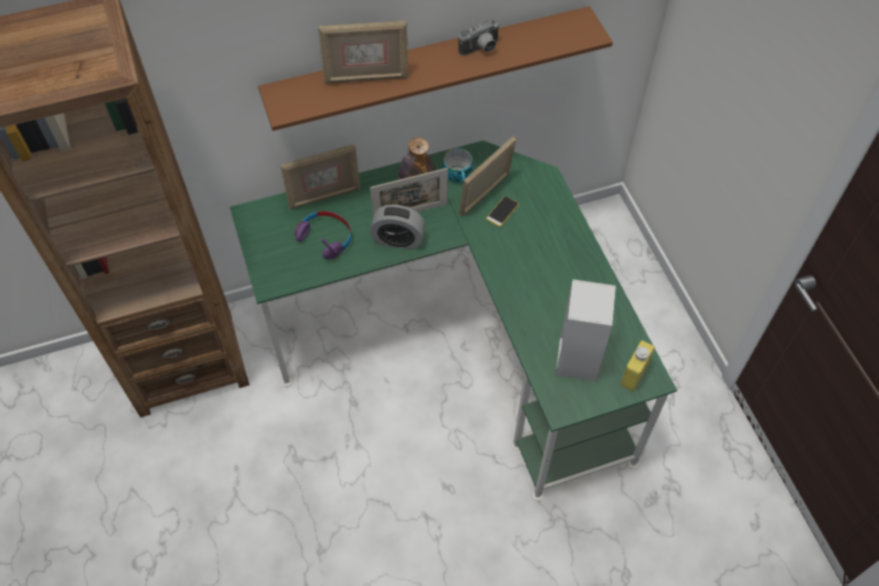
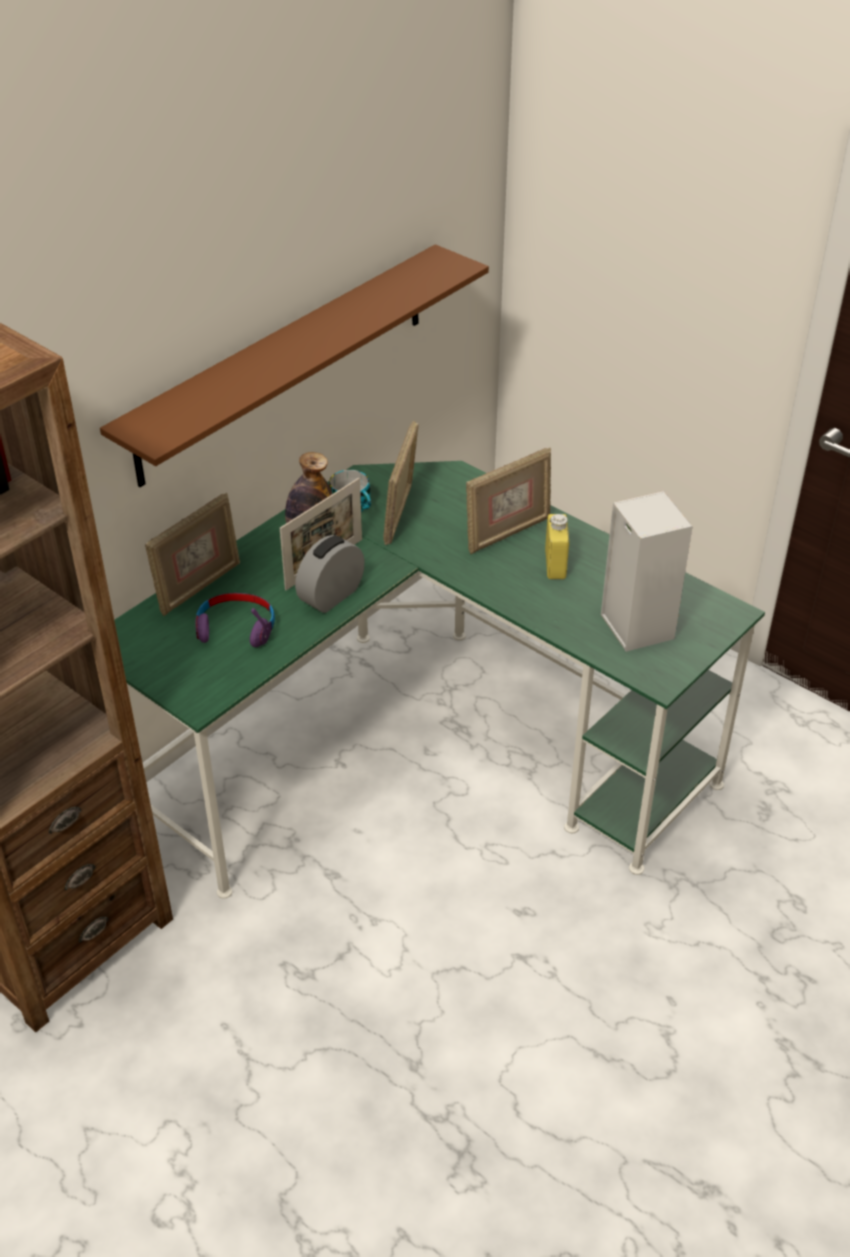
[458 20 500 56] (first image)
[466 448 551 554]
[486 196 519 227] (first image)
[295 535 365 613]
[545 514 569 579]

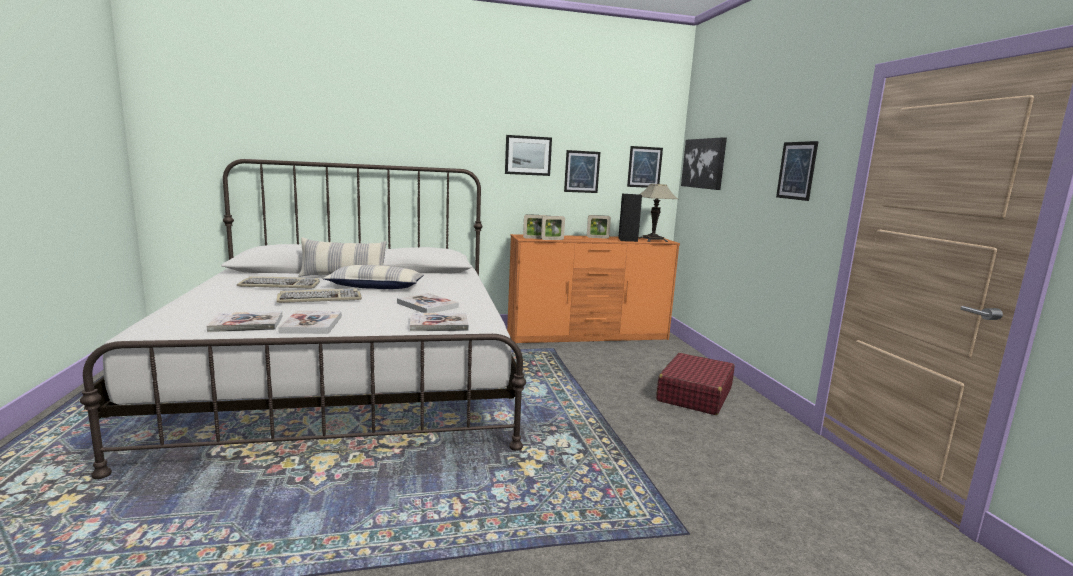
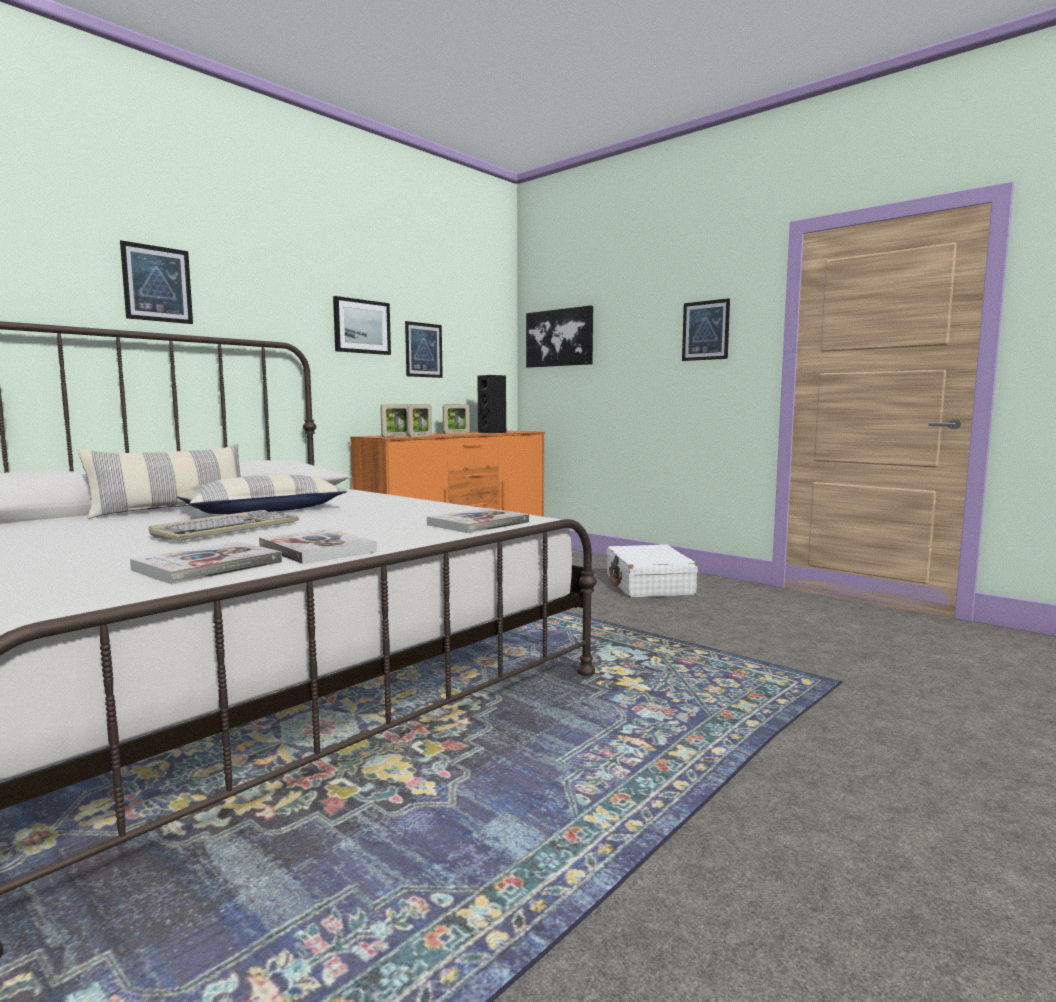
[120 240 193 324]
[638 184 678 242] (first image)
[237 276 320 289] (first image)
[397 293 459 313] (first image)
[607 544 698 598]

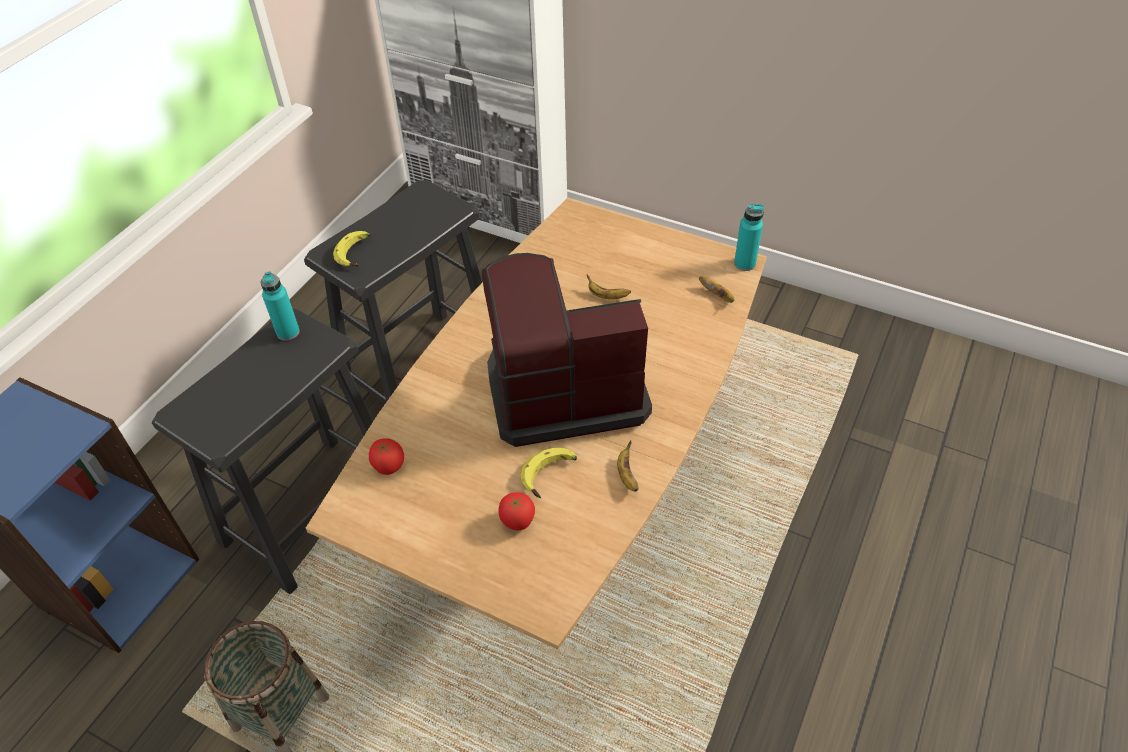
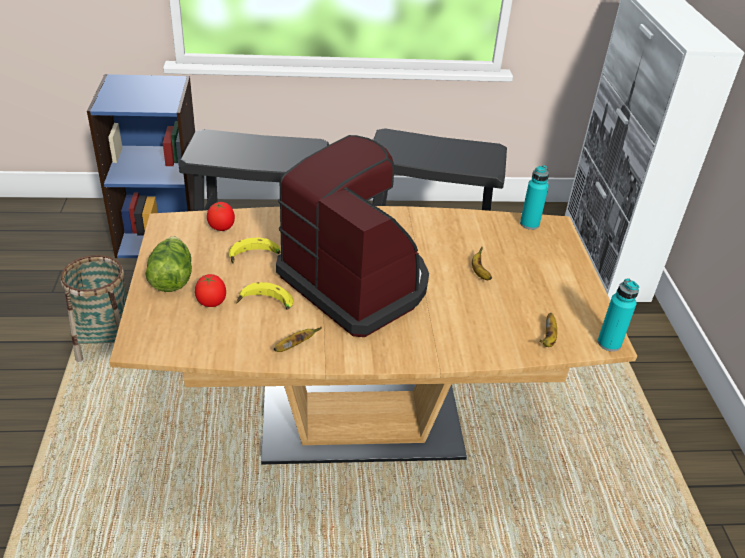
[228 237 280 264]
[520 165 549 230]
[145 236 192 292]

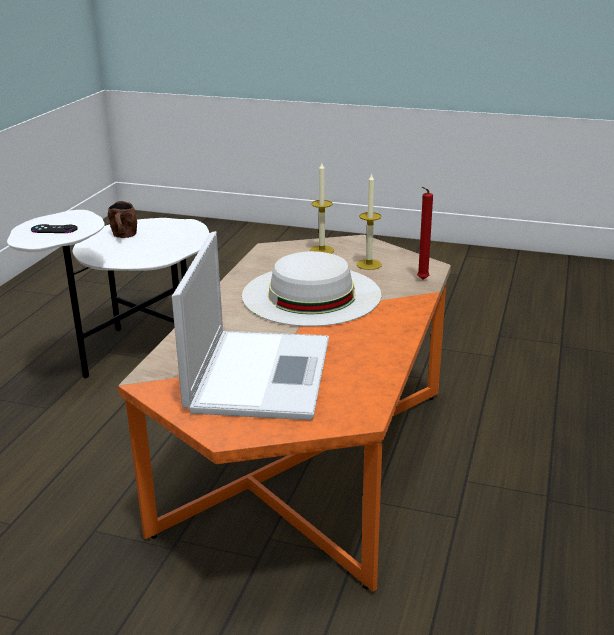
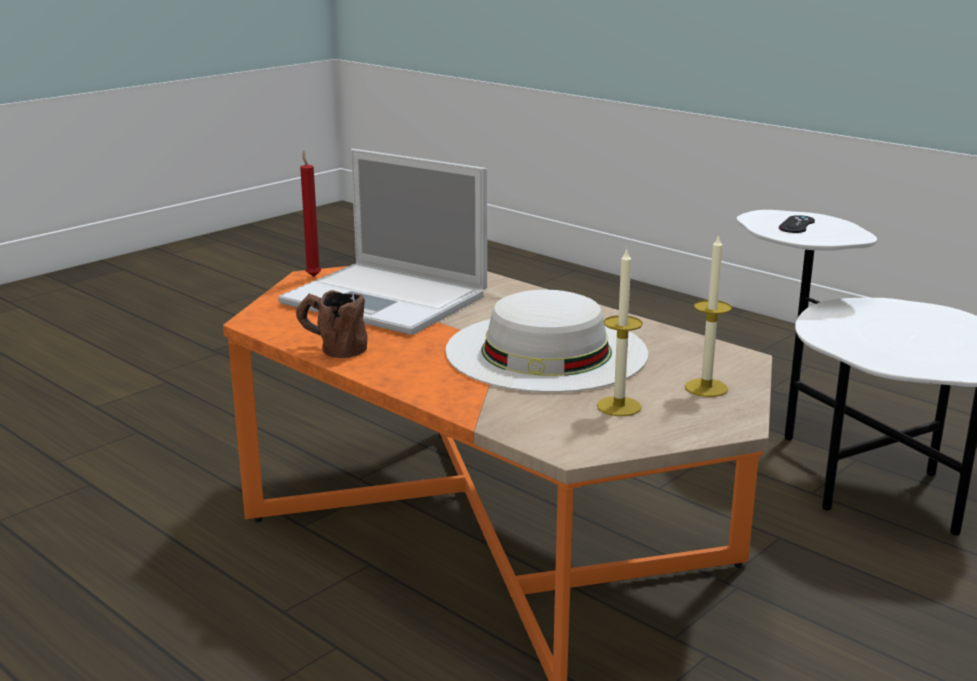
[300 151 321 277]
[296 290 368 358]

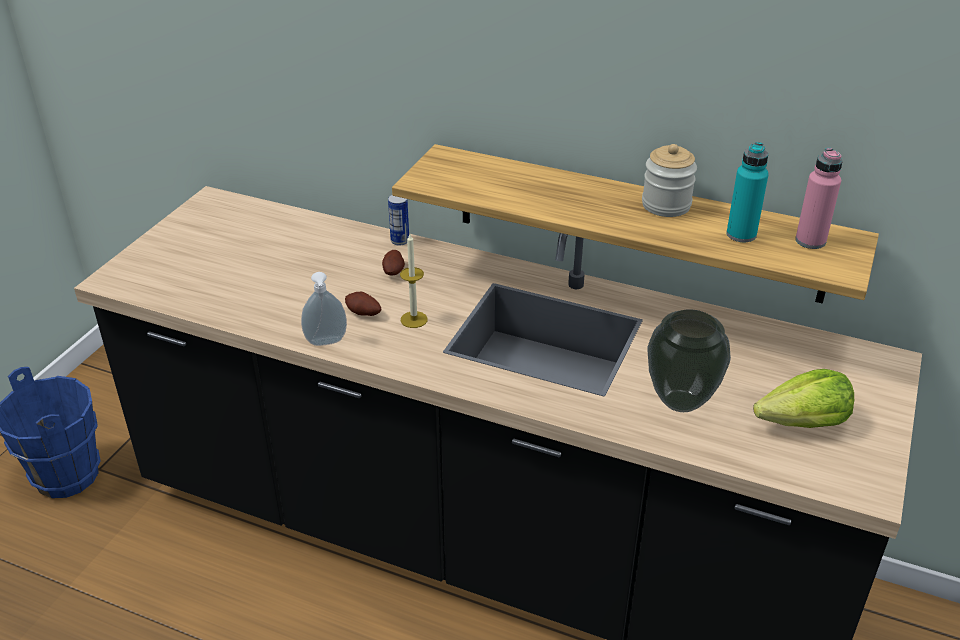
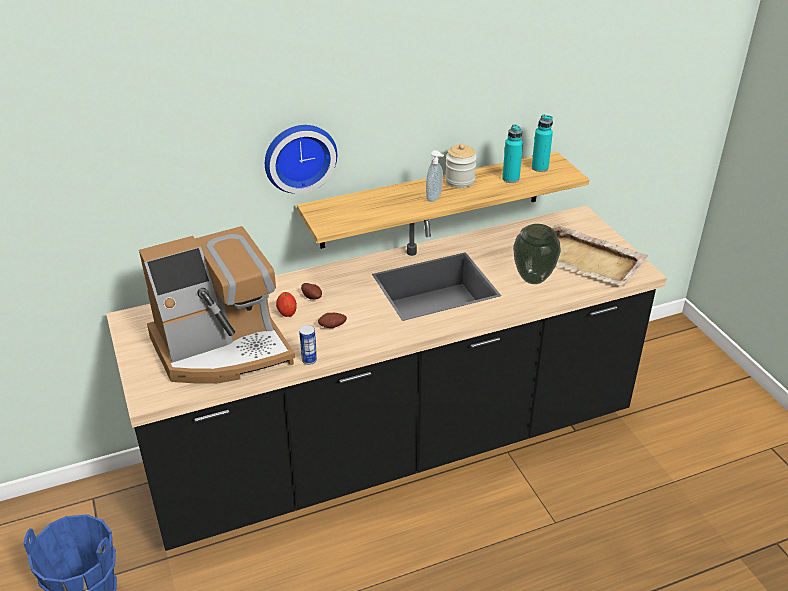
[532 114 553 172]
[299 325 317 365]
[400 234 428 328] (first image)
[426 150 444 202]
[552 225 648 286]
[265 125 337 194]
[139 226 295 384]
[276 292 297 317]

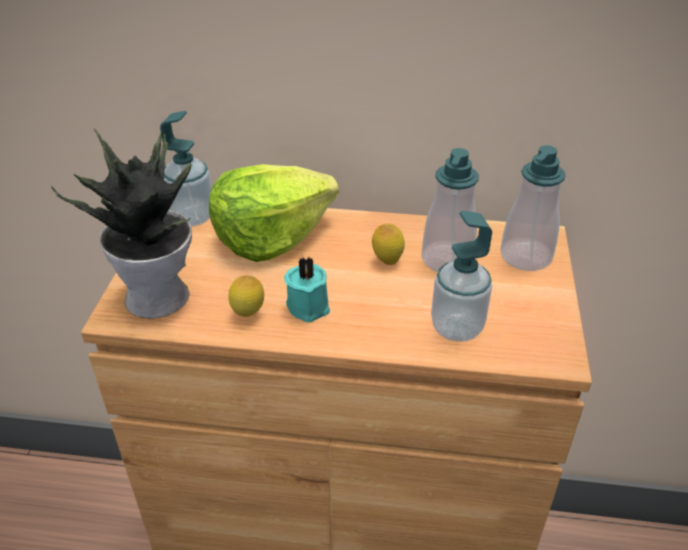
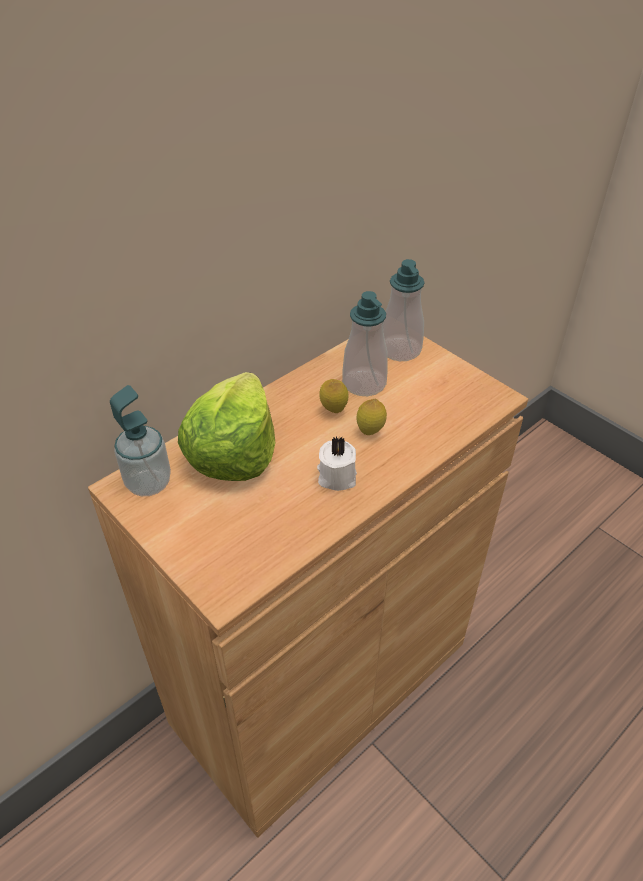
[51 128 192 319] (first image)
[431 211 492 342] (first image)
[317 437 357 491]
[356 399 387 435]

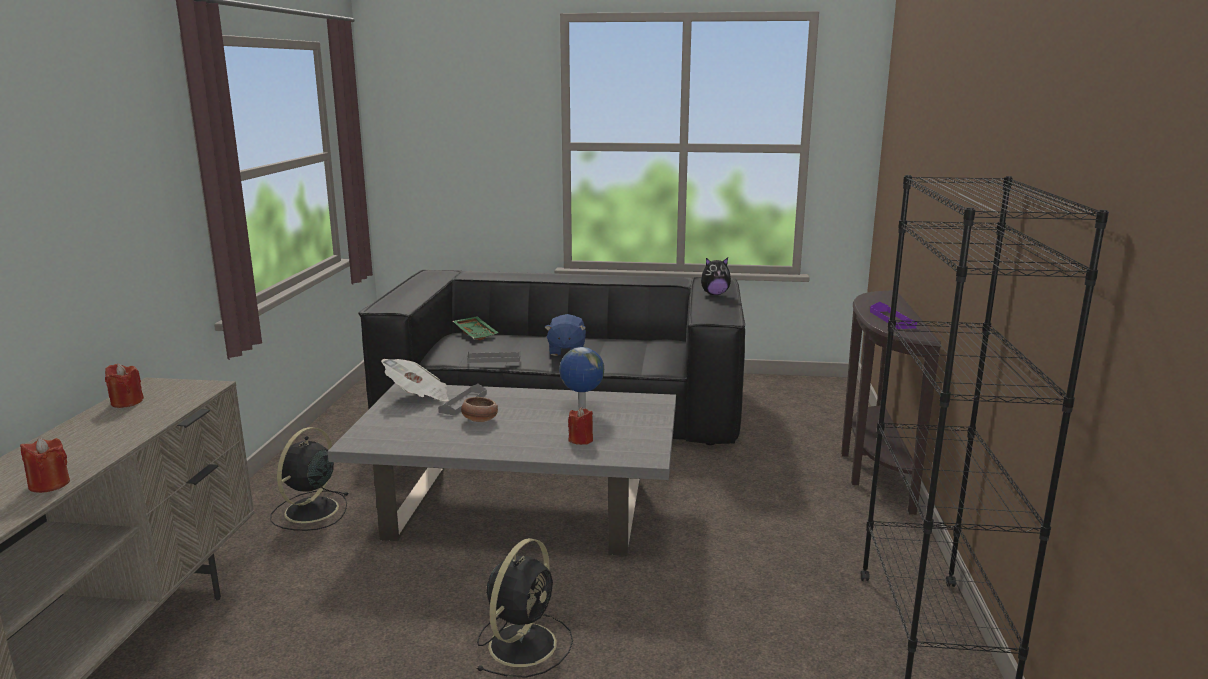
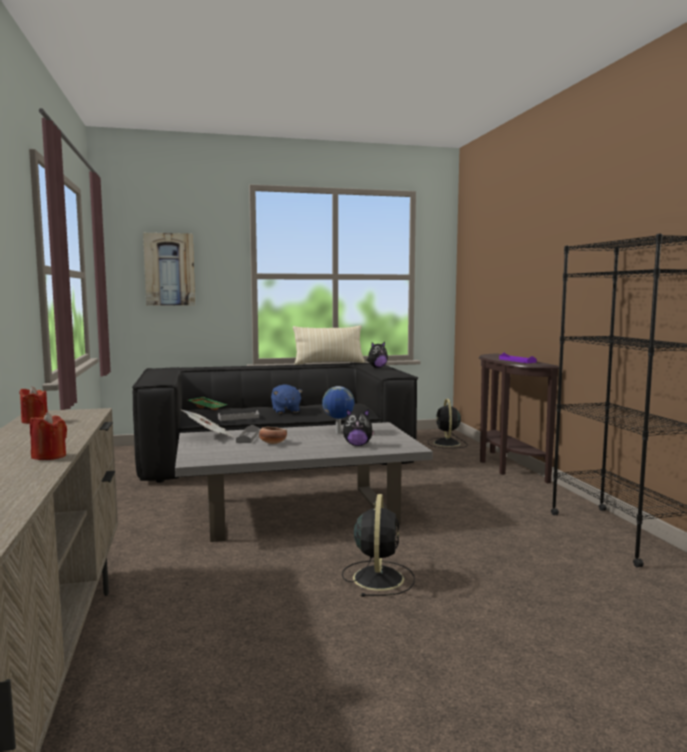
[343 409 375 446]
[428 399 468 448]
[143 233 195 306]
[293 325 365 365]

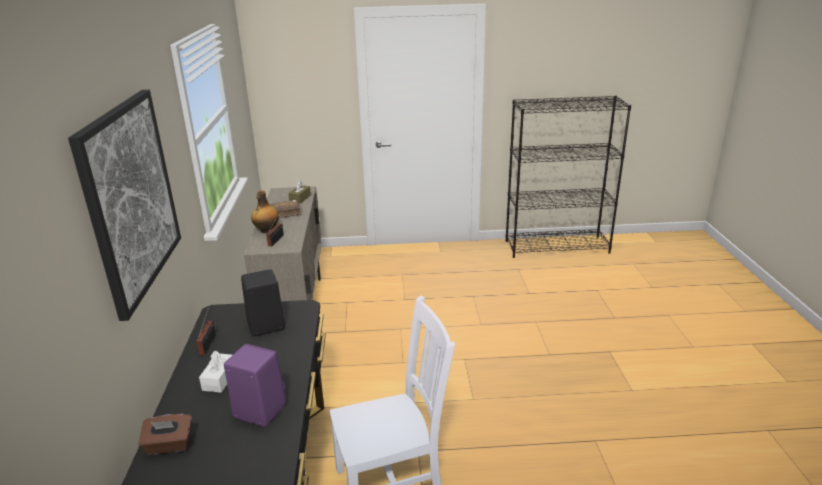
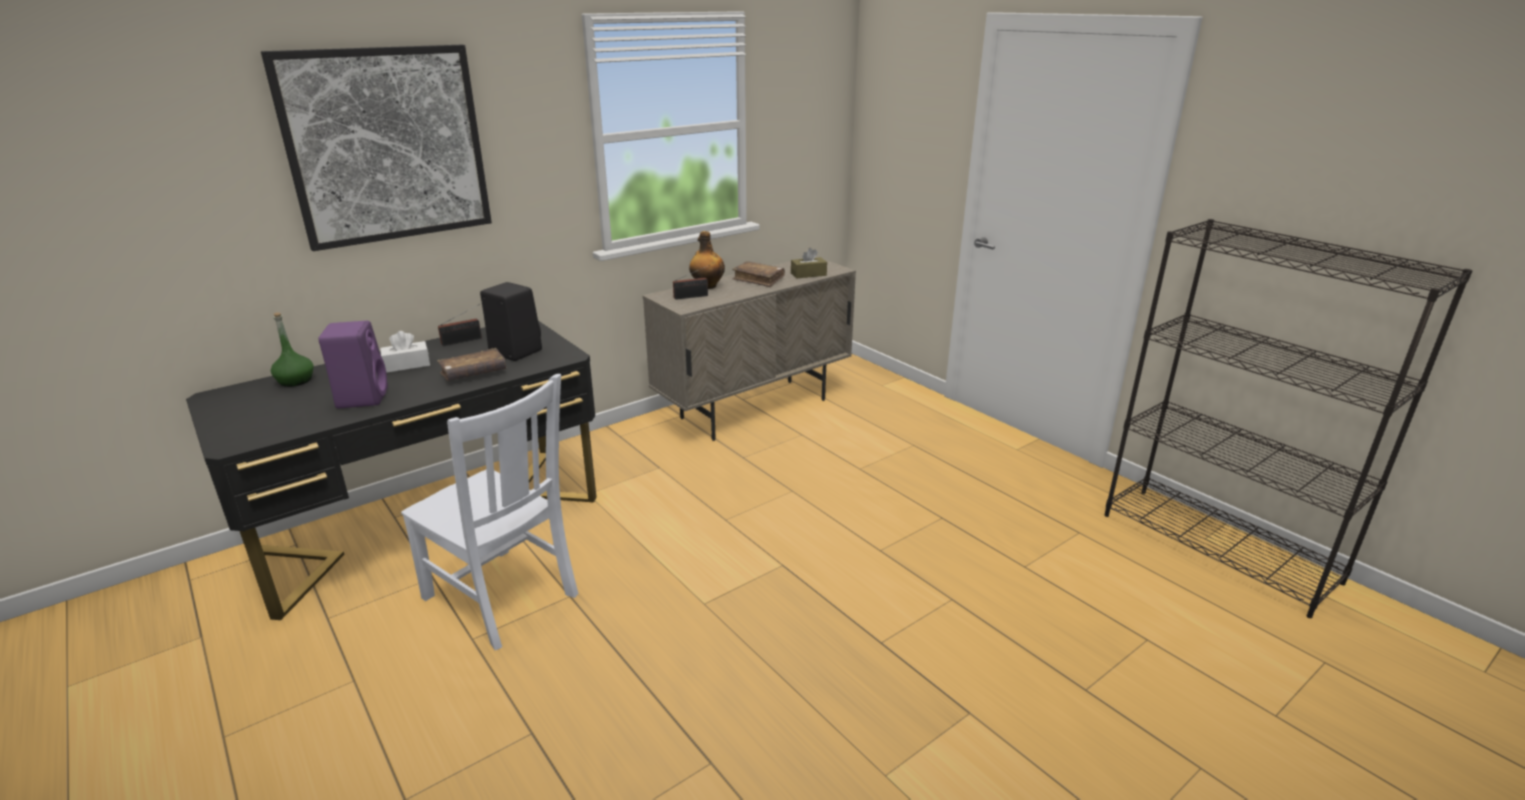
[271 312 314 387]
[438 348 506 381]

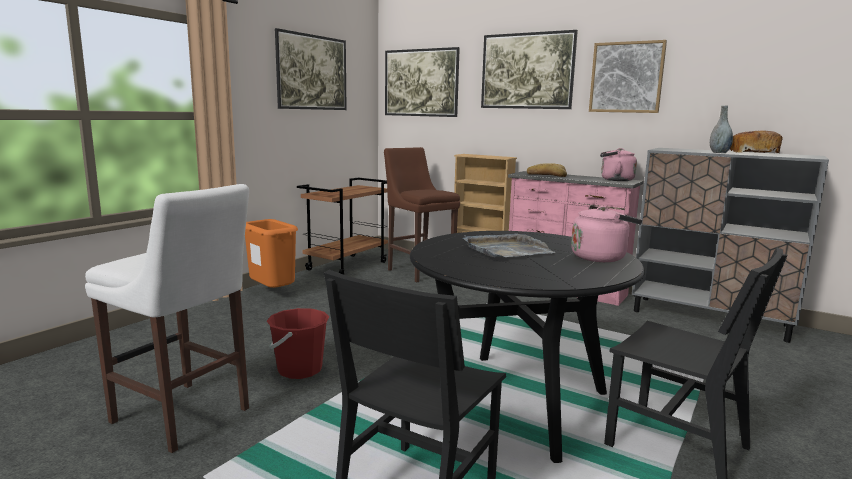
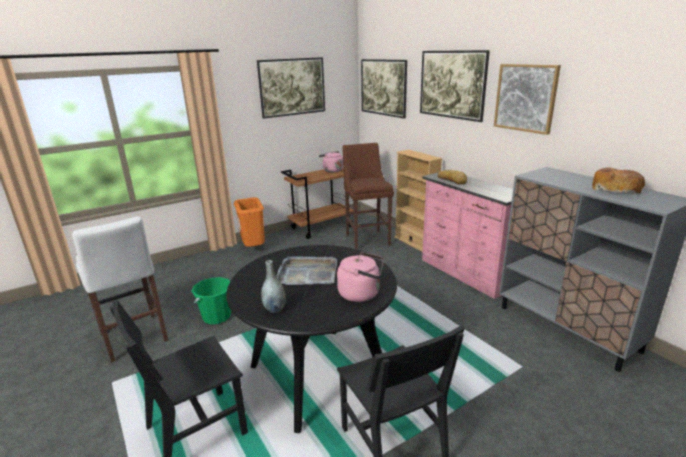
[261 260 286 313]
[319 151 343 173]
[191 277 231 324]

